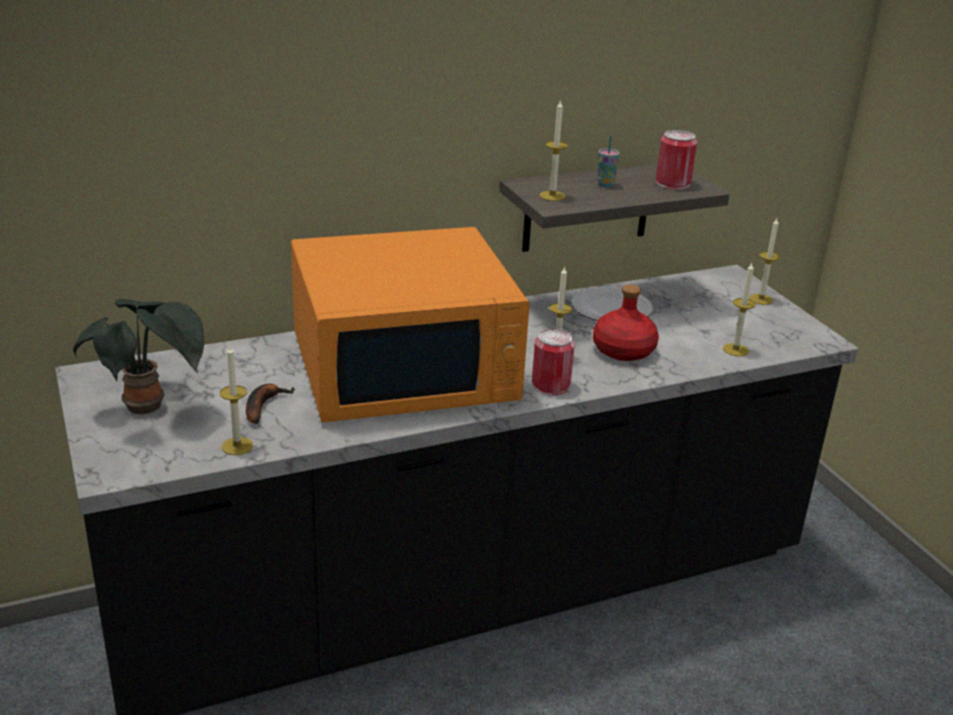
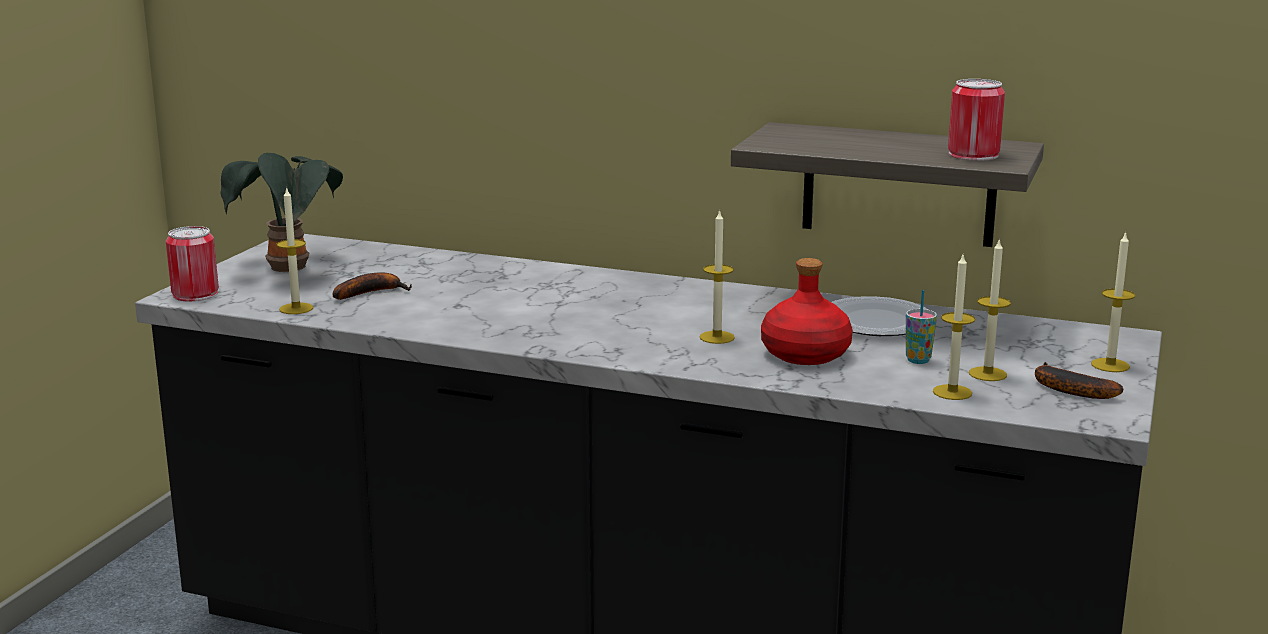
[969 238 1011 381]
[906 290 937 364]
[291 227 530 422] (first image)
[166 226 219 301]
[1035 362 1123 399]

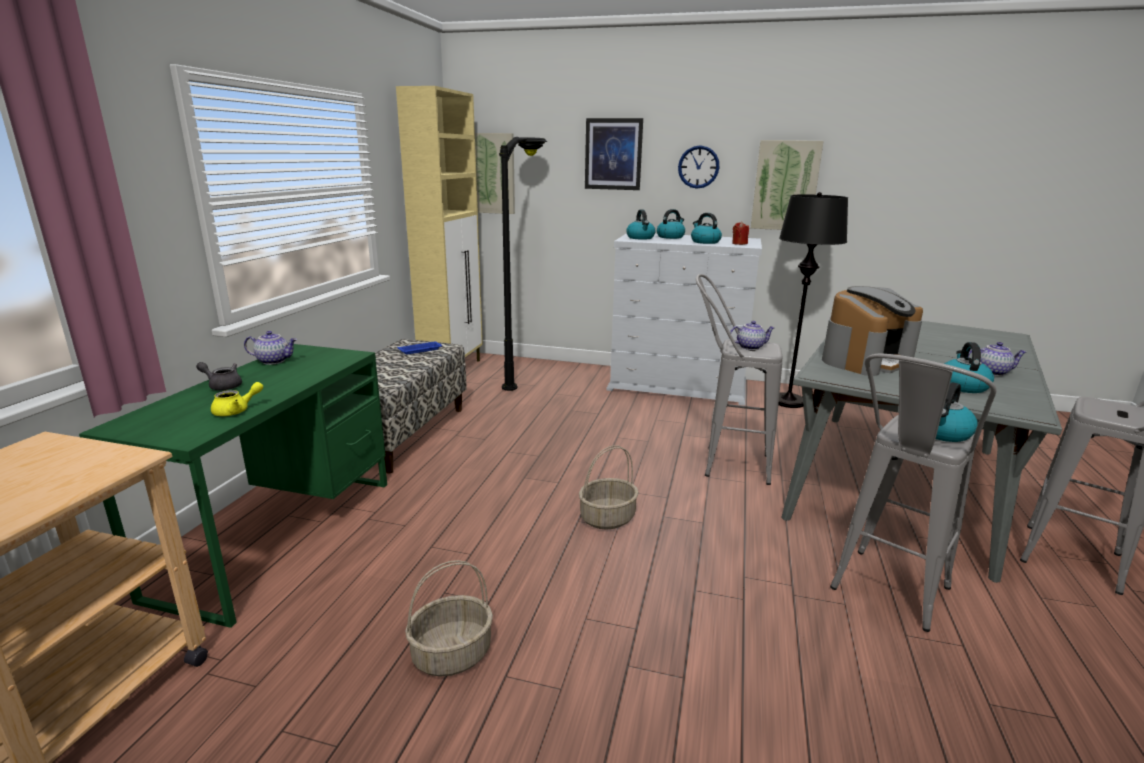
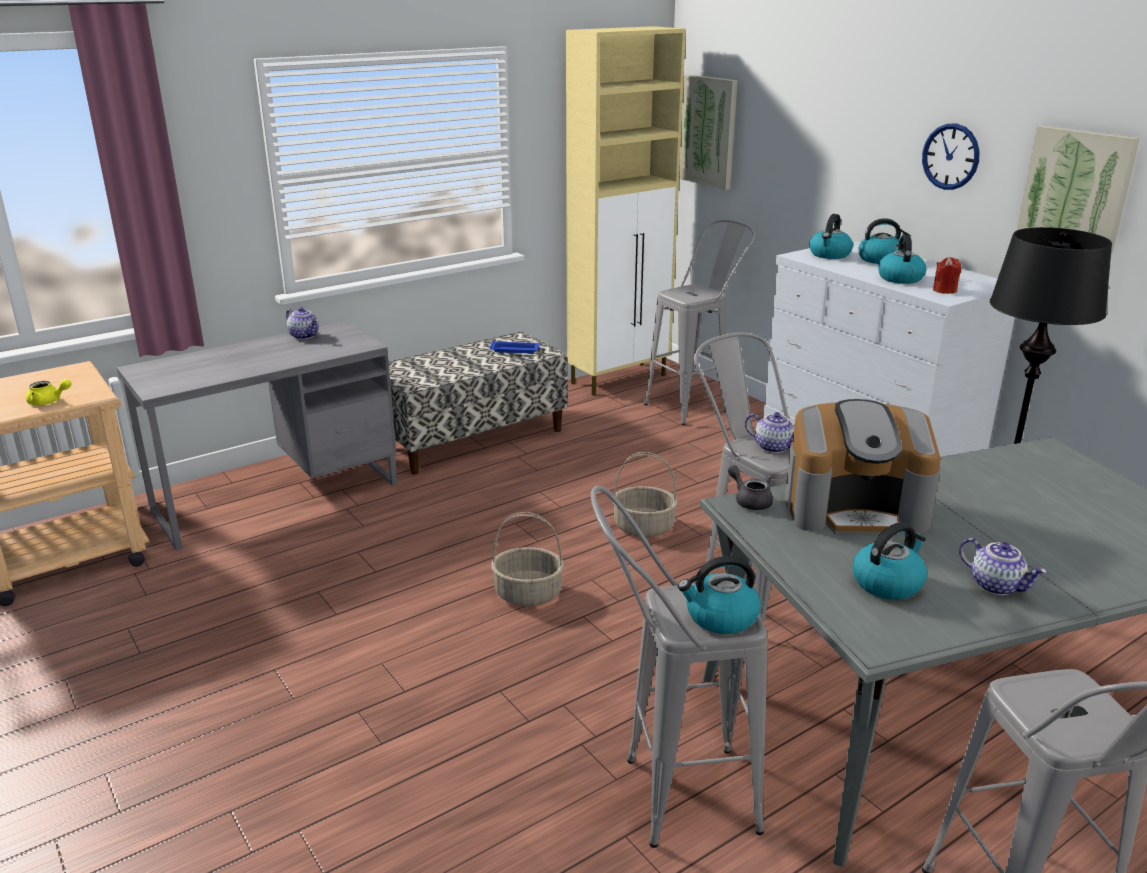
[585 118 643 190] (first image)
[644 219 756 425]
[117 321 397 551]
[728 465 773 510]
[26 379 71 405]
[613 452 678 537]

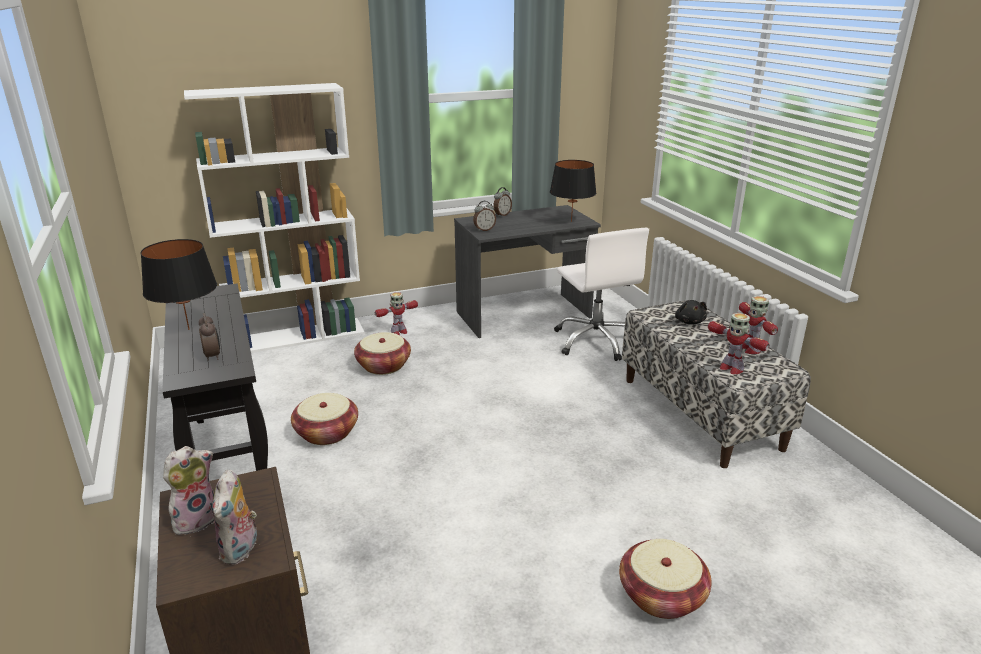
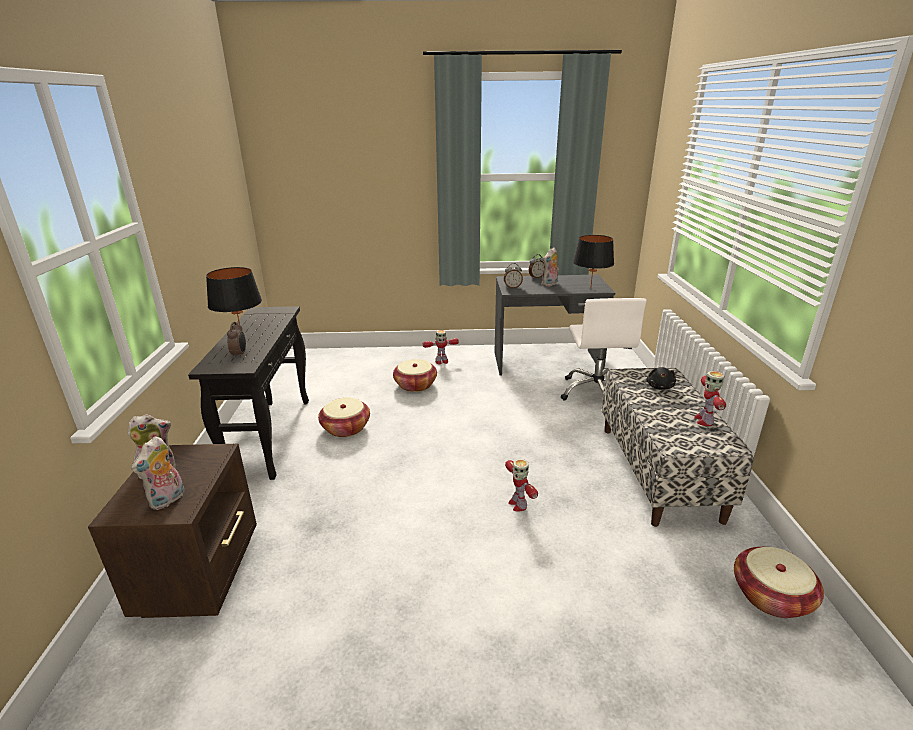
[184 83 365 353] (first image)
[505 459 538 512]
[734 547 824 618]
[542 248 559 286]

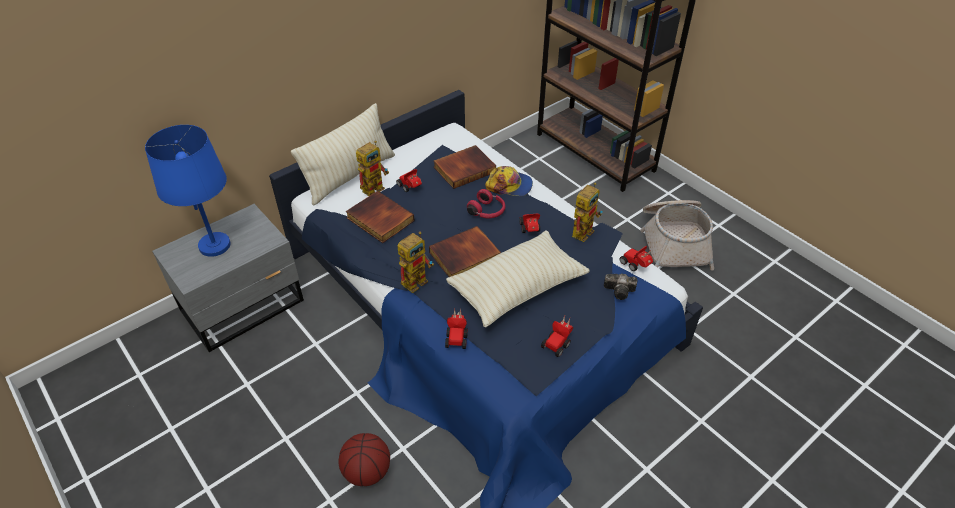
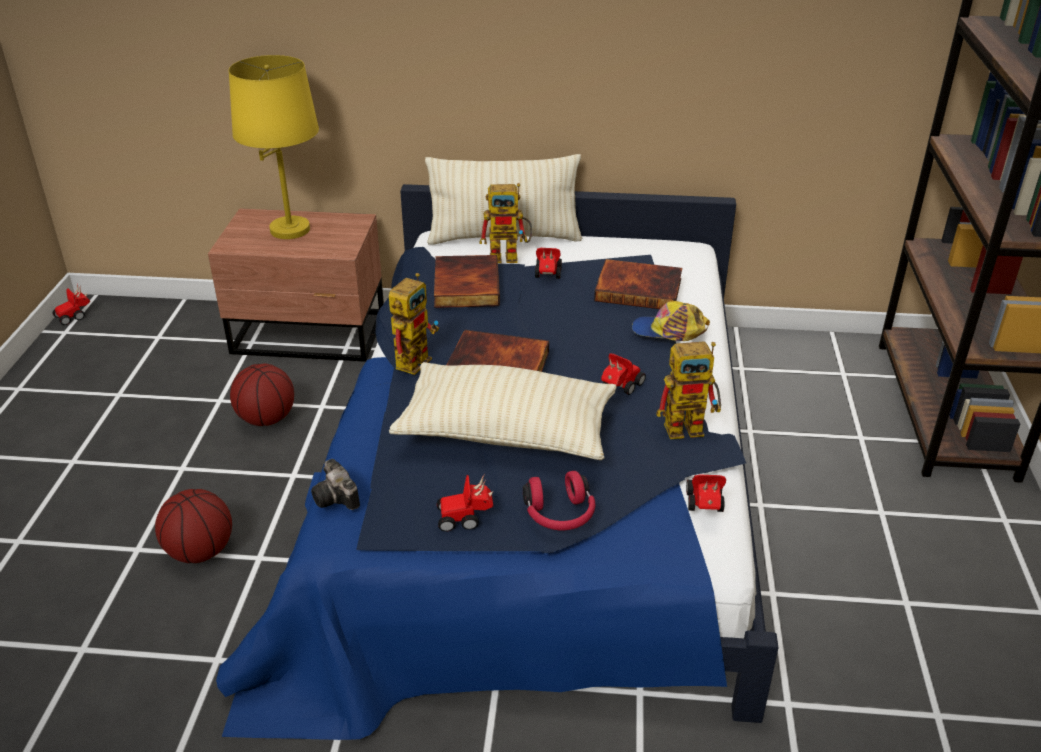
[229 55 319 239]
[632 301 710 341]
[523 471 596 530]
[640 200 714 271] (first image)
[208 208 384 362]
[389 273 439 375]
[311 459 360 510]
[53 285 90 325]
[230 364 294 426]

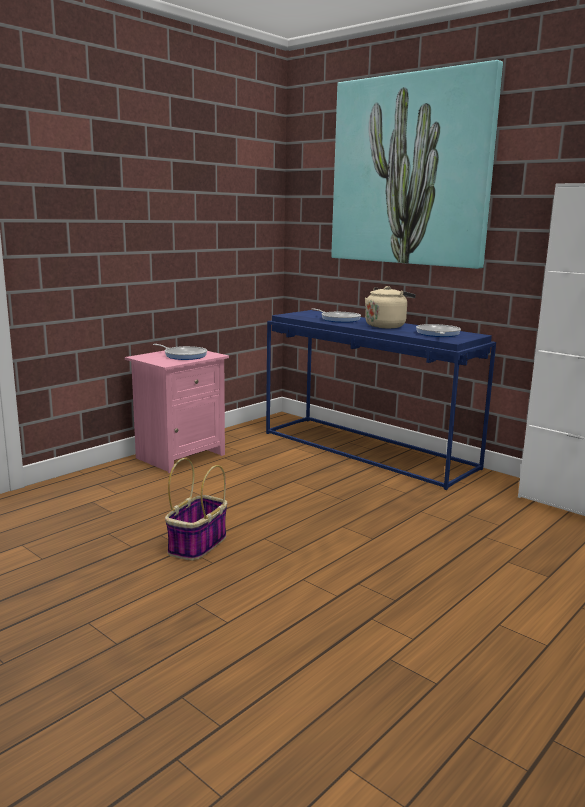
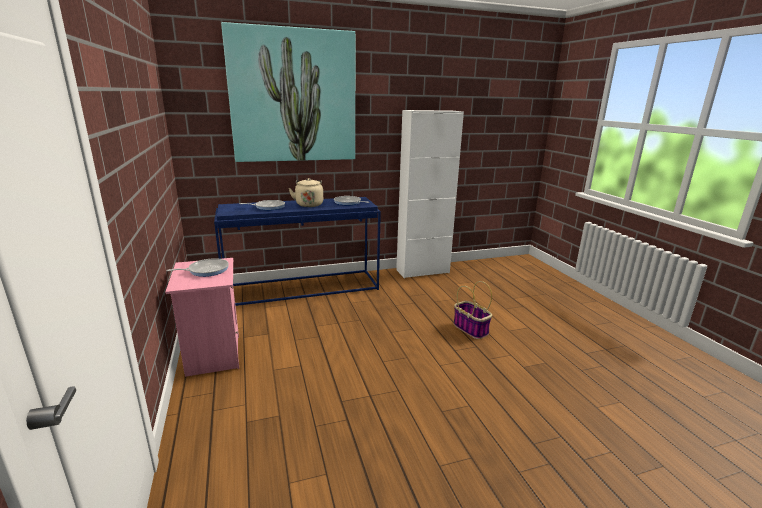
[453 281 492 339]

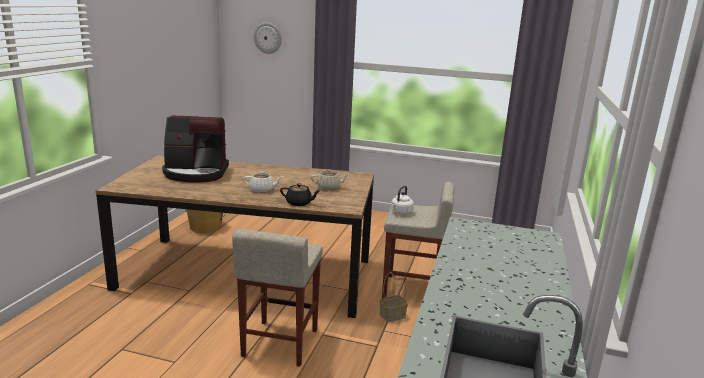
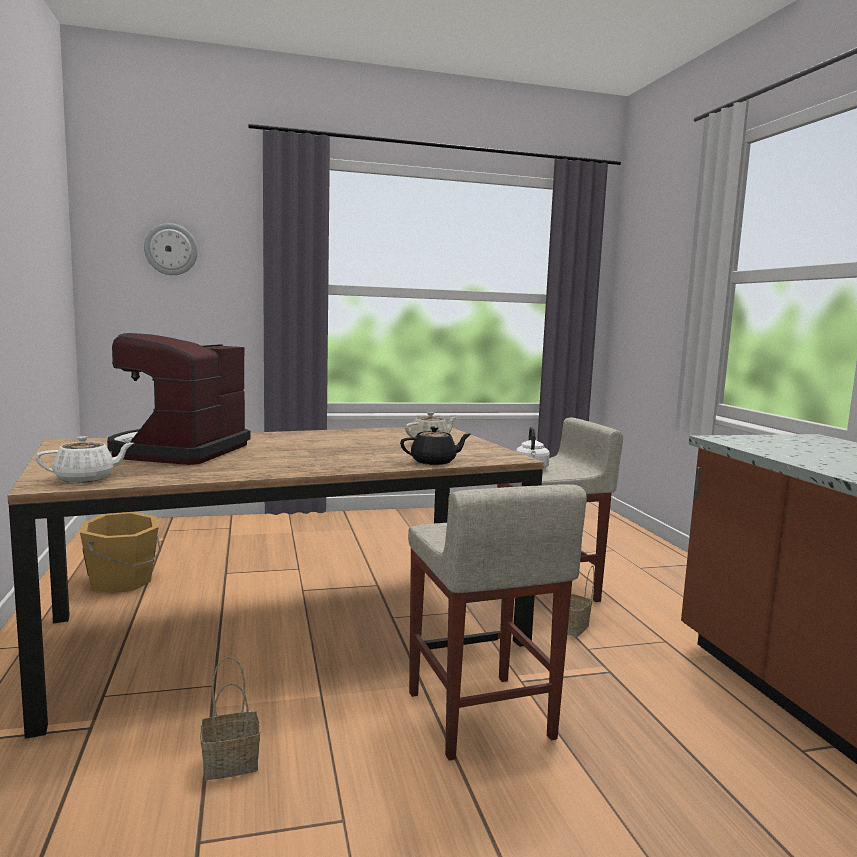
[107 333 251 465]
[35 436 134 483]
[200 657 260 780]

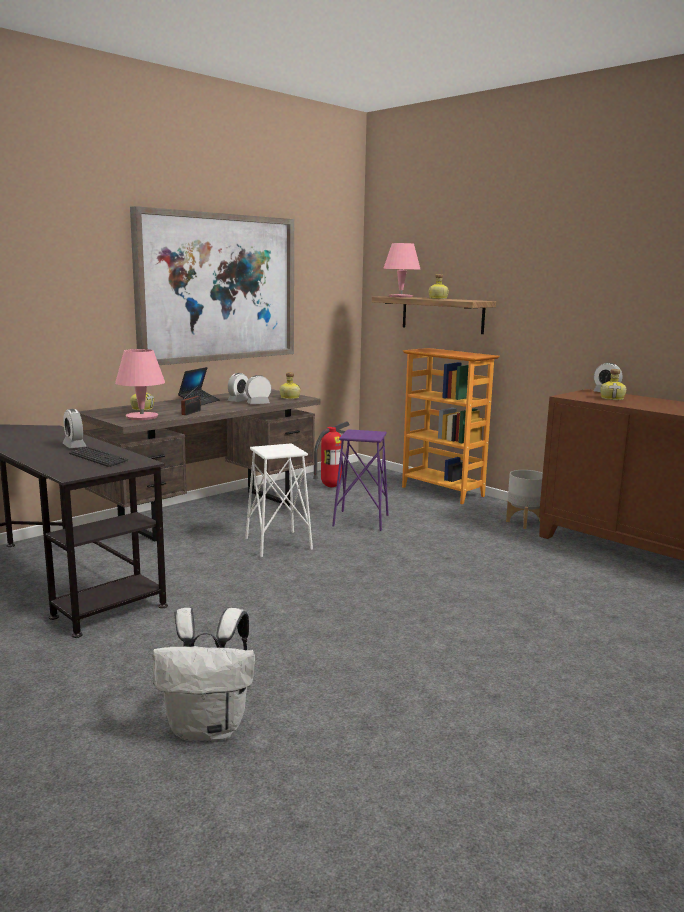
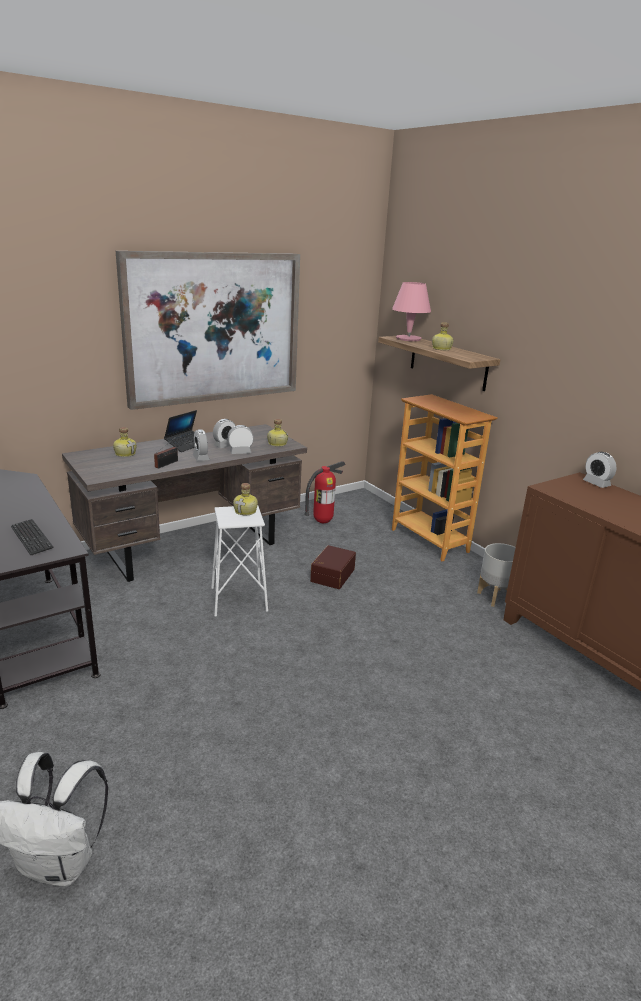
[115 349 165 420] (first image)
[233 483 258 515]
[192 429 210 461]
[310 545 356 589]

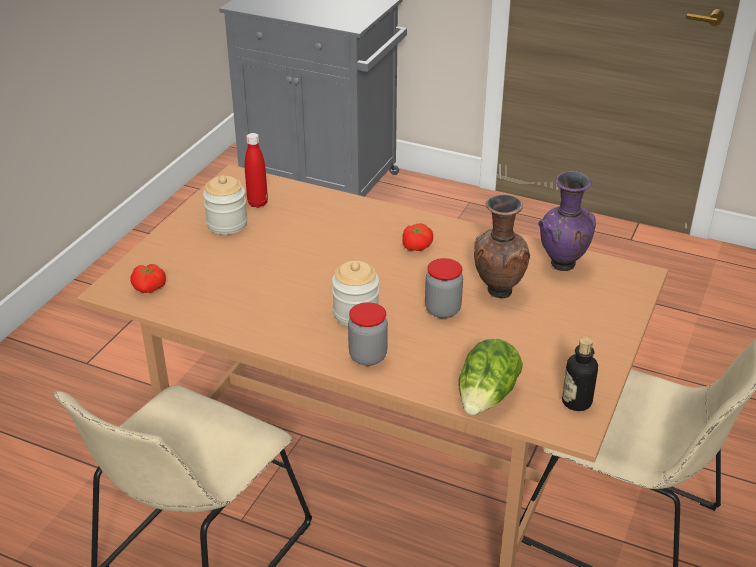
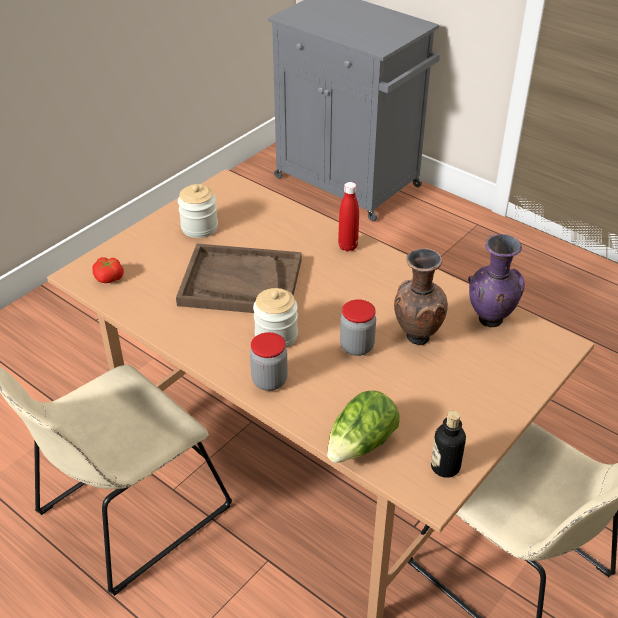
[338 182 359 252]
[402 223 433 251] (first image)
[176 244 302 313]

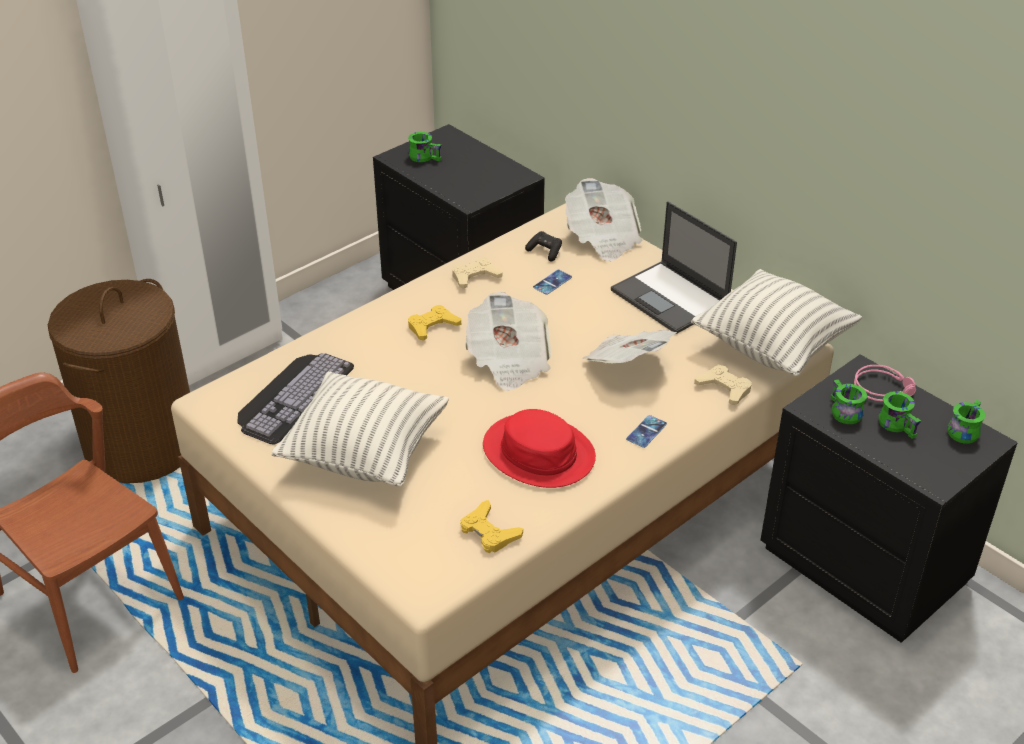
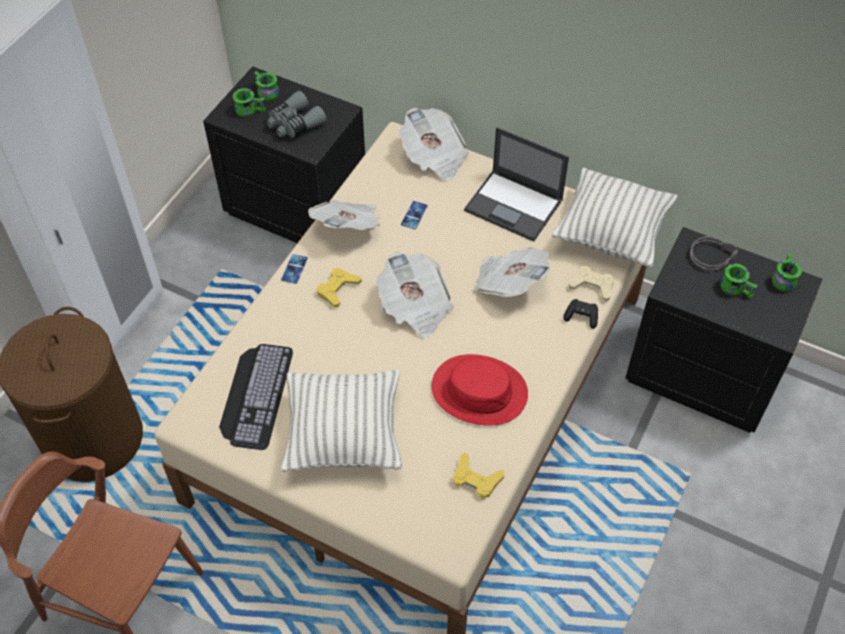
[563 299 598 329]
[308 200 380 230]
[690 235 739 270]
[254 71 279 101]
[281 254 308 284]
[266 90 327 138]

